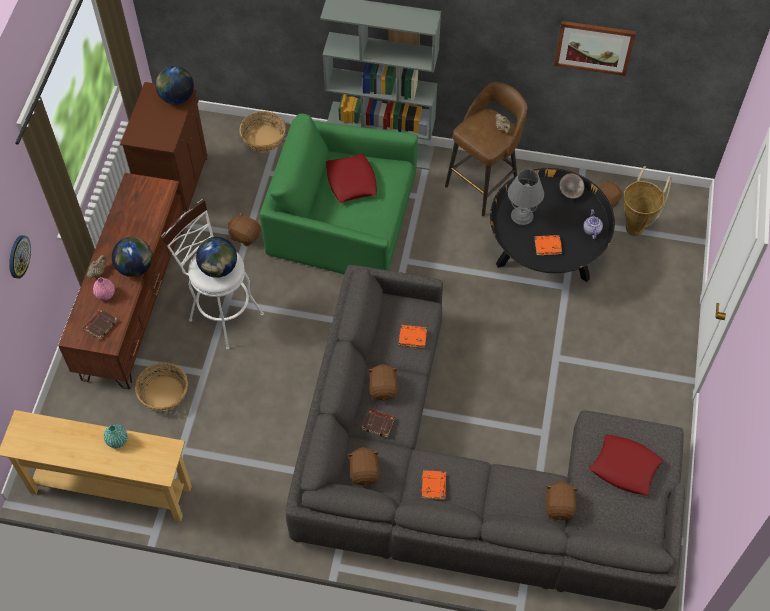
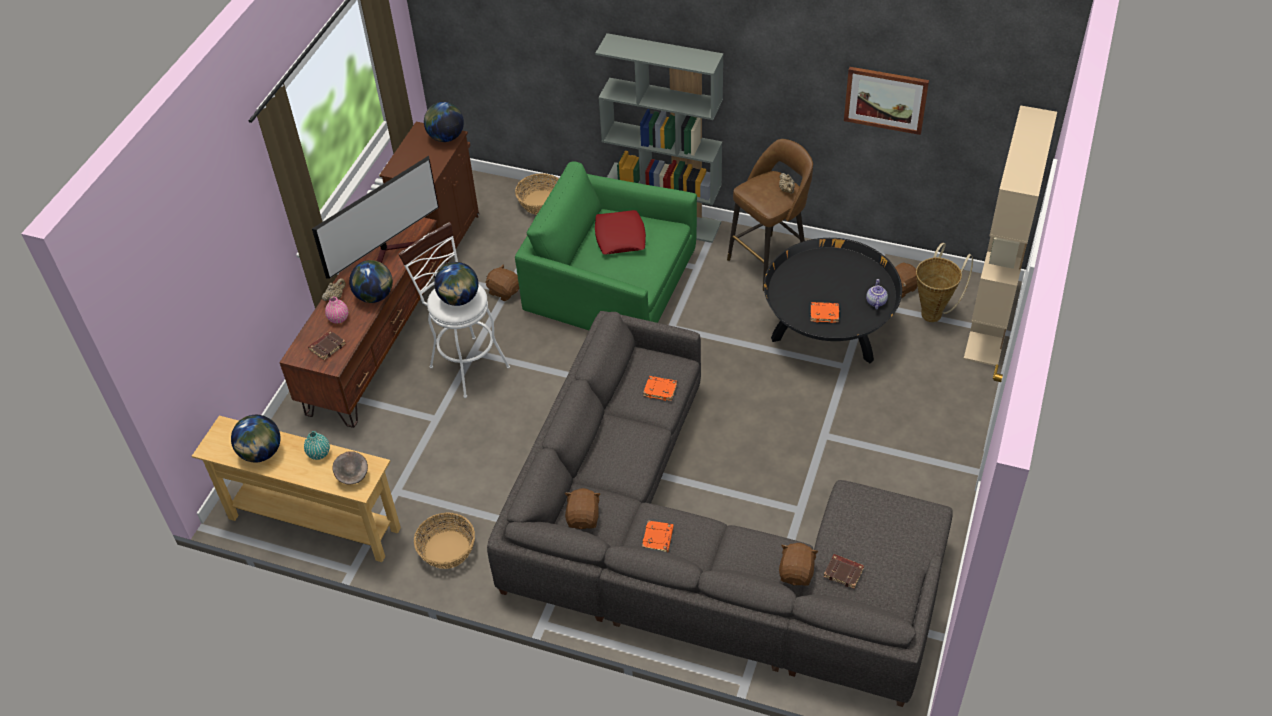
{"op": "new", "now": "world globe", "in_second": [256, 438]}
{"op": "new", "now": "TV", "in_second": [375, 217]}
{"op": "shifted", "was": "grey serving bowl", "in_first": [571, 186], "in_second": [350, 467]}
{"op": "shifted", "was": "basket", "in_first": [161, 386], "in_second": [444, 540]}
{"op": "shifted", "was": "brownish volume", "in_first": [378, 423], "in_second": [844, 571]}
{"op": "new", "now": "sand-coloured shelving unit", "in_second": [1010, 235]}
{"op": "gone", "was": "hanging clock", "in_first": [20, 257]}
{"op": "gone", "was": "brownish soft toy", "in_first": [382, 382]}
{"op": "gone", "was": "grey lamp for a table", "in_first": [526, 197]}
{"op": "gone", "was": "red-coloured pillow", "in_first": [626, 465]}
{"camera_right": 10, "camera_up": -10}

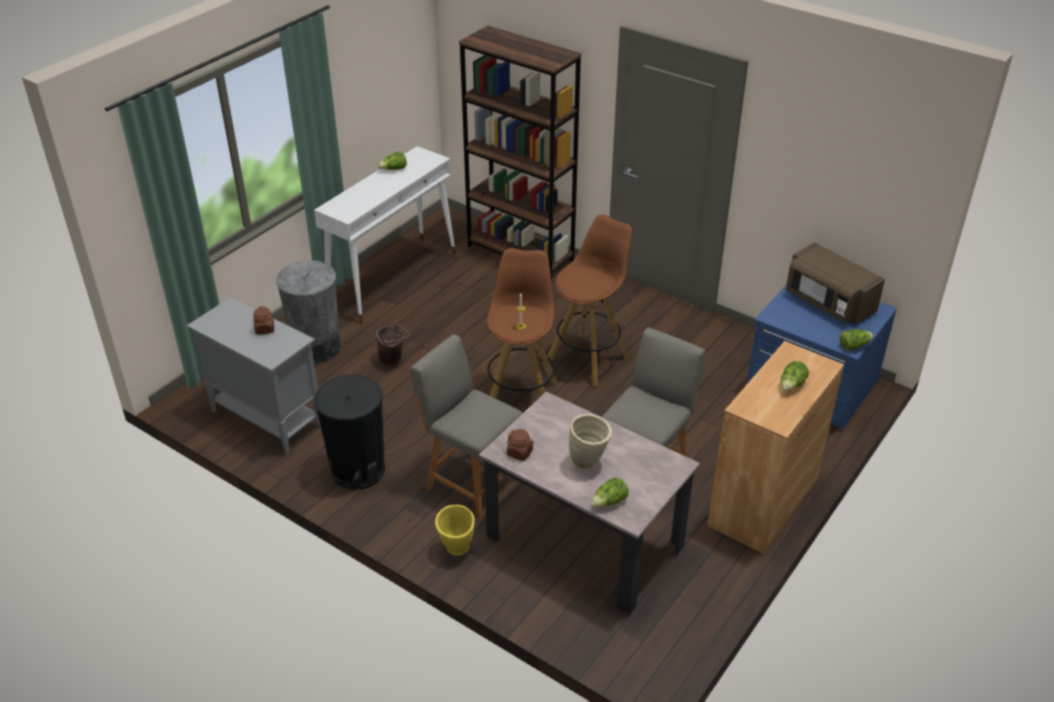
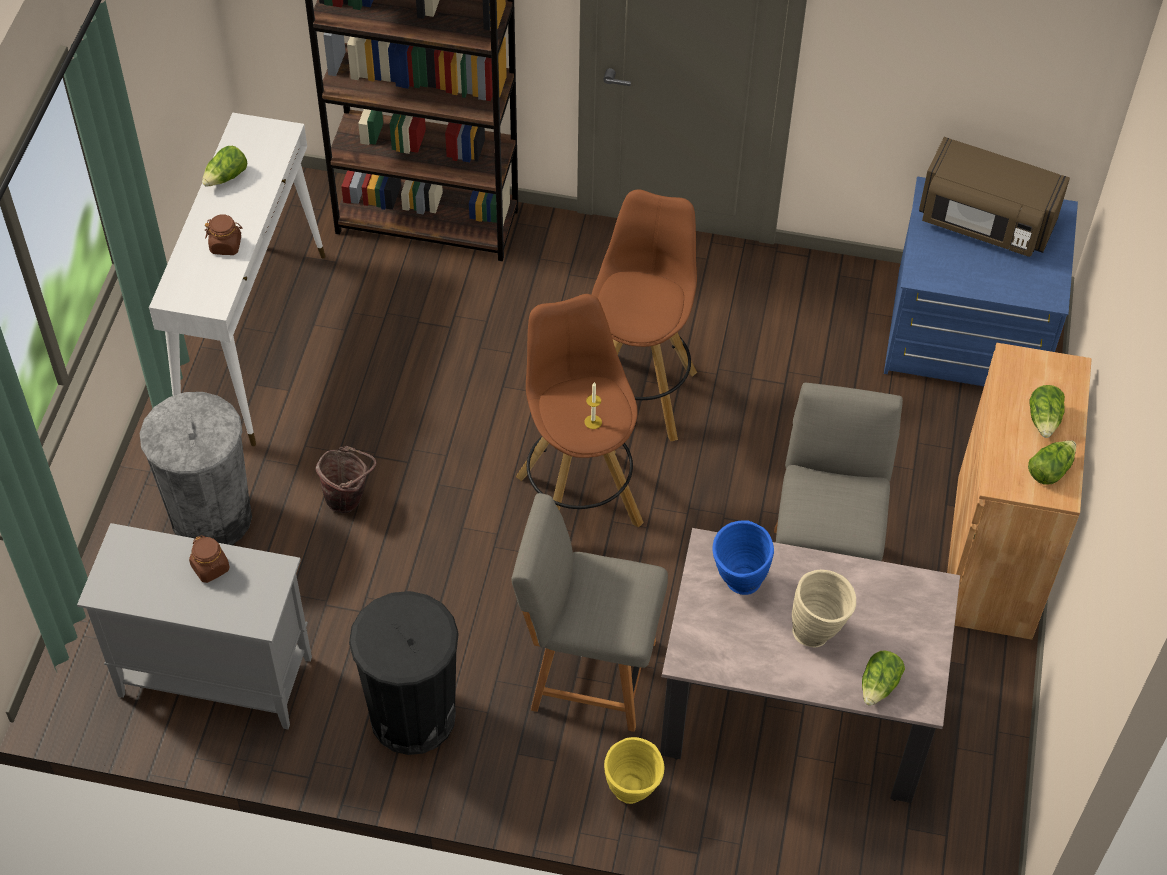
{"op": "shifted", "was": "brownish storage jar", "in_first": [520, 445], "in_second": [223, 234]}
{"op": "new", "now": "bluish decorative vase", "in_second": [743, 557]}
{"op": "shifted", "was": "lettuce head", "in_first": [857, 340], "in_second": [1052, 462]}
{"camera_right": -25, "camera_up": 15}

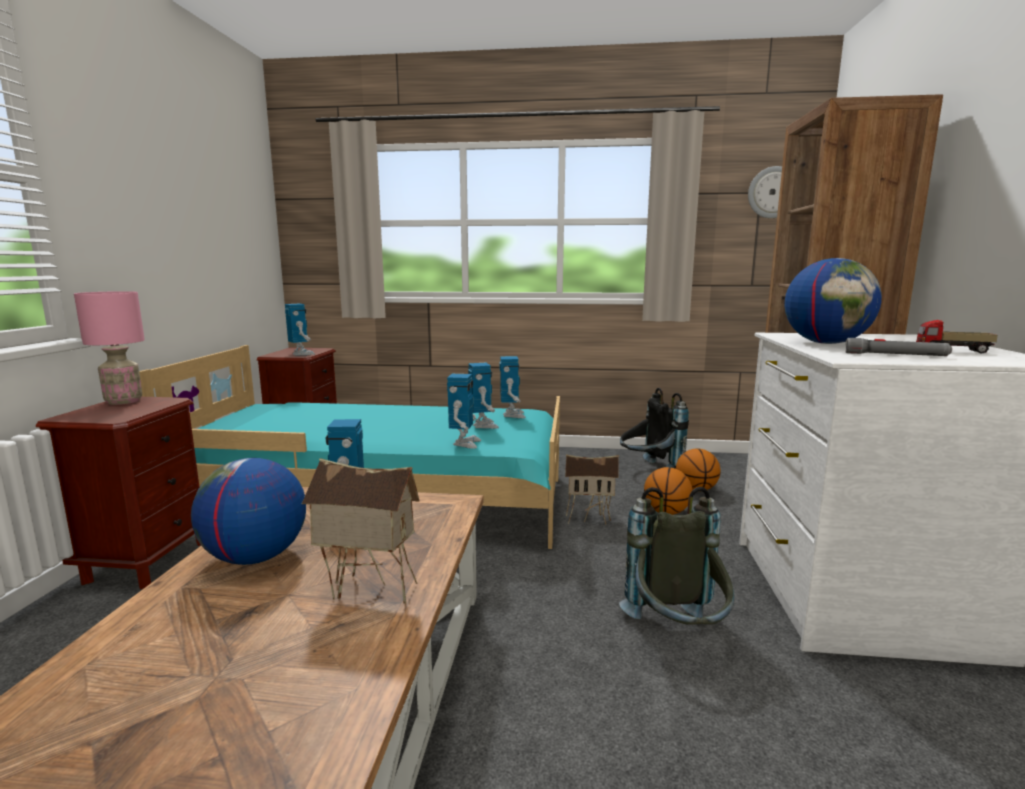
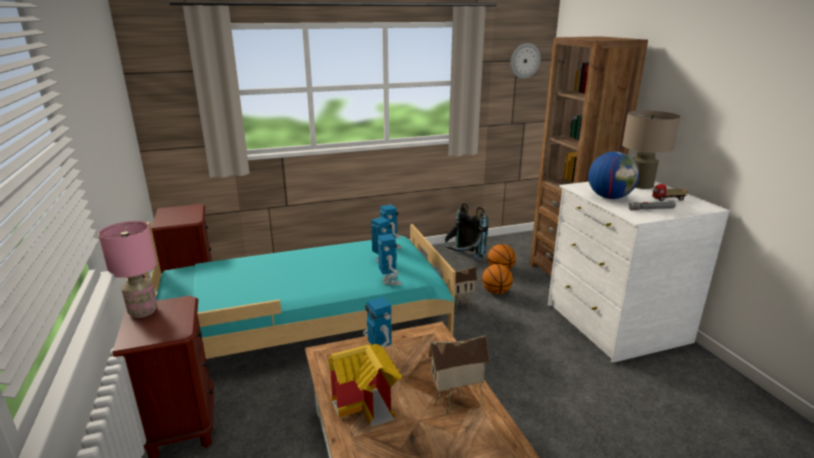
{"op": "swapped", "was": "world globe", "now": "model house", "in_first": [248, 511], "in_second": [365, 385]}
{"op": "new", "now": "sand-coloured lamp for a table", "in_second": [651, 149]}
{"op": "gone", "was": "robot figure", "in_first": [300, 330]}
{"op": "gone", "was": "grey rucksack", "in_first": [676, 556]}
{"camera_right": -25, "camera_up": 10}

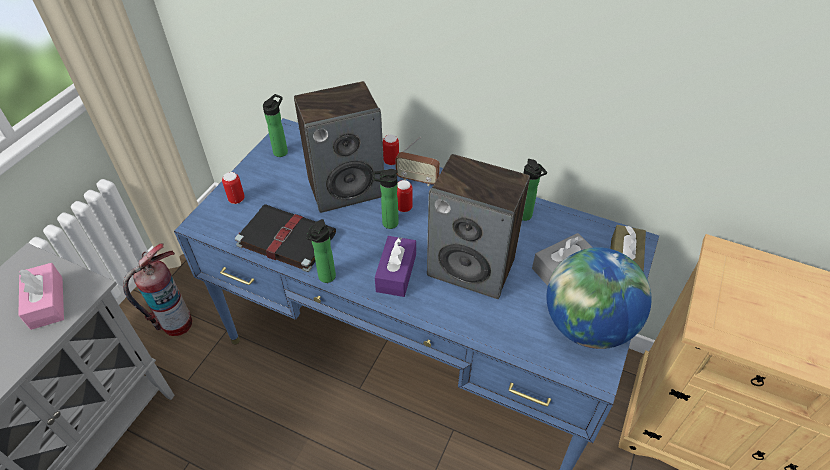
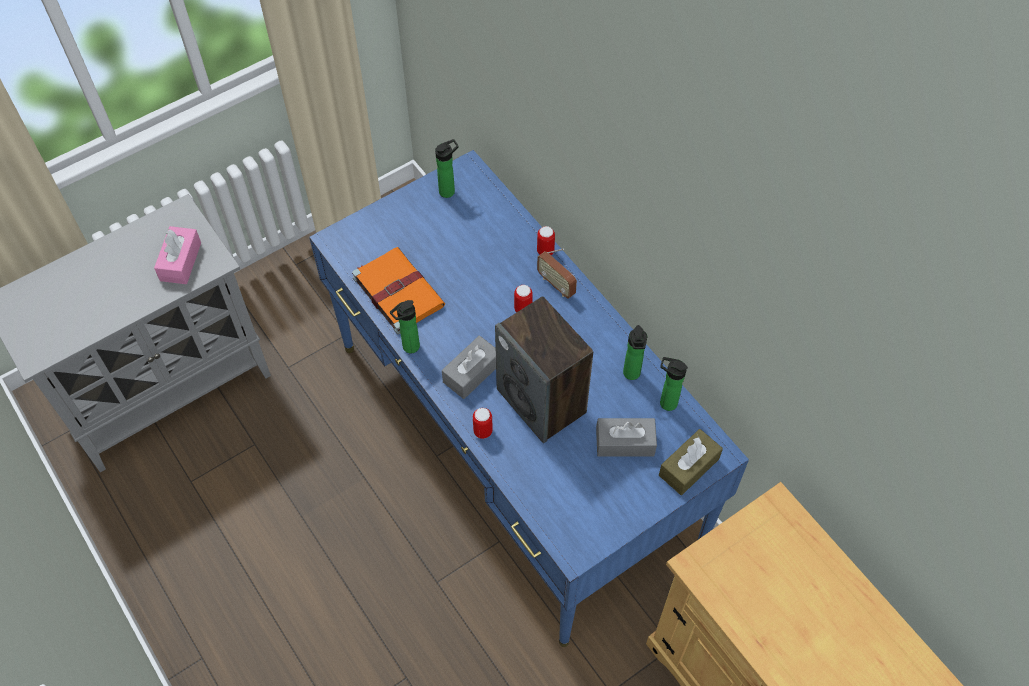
{"op": "repainted", "was": "black volume", "now": "orange volume", "in_first": [285, 238], "in_second": [398, 290]}
{"op": "repainted", "was": "purplish tissue box", "now": "grey tissue box", "in_first": [395, 266], "in_second": [469, 367]}
{"op": "shifted", "was": "can", "in_first": [233, 188], "in_second": [483, 423]}
{"op": "shifted", "was": "drink bottle", "in_first": [385, 199], "in_second": [674, 384]}
{"op": "gone", "was": "fire-fighting cylinder", "in_first": [157, 289]}
{"op": "gone", "was": "speaker", "in_first": [339, 147]}
{"op": "gone", "was": "world globe", "in_first": [599, 298]}
{"camera_right": 30, "camera_up": 10}

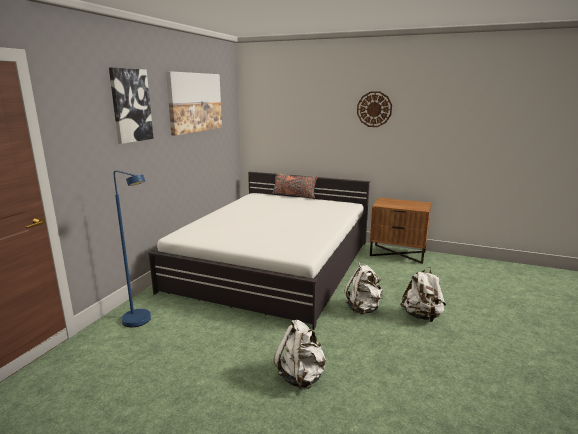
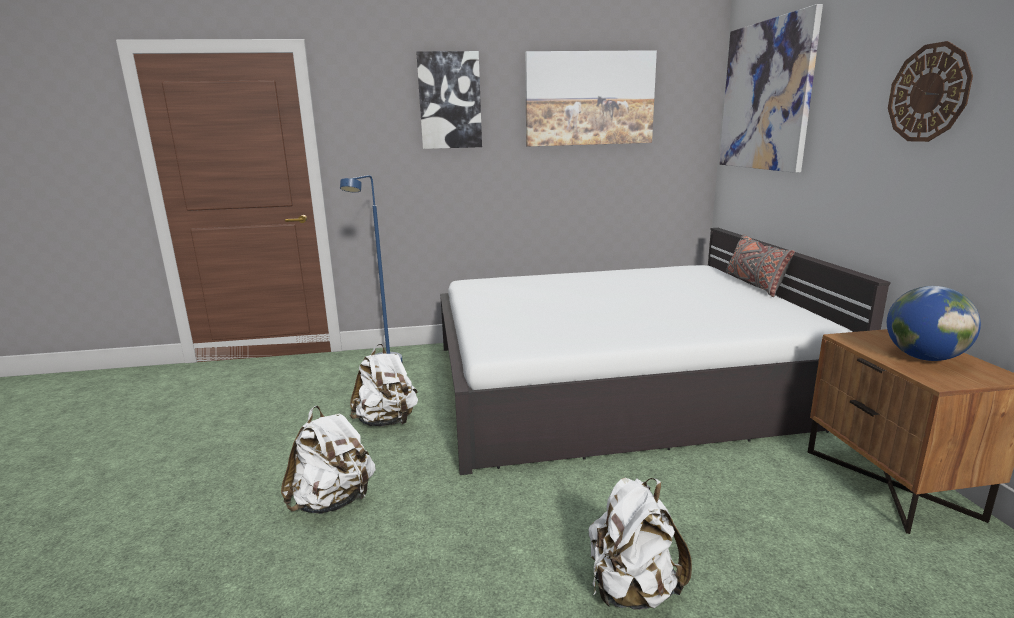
{"op": "shifted", "was": "whitish rucksack", "in_first": [364, 288], "in_second": [384, 385]}
{"op": "new", "now": "wall picture", "in_second": [771, 88]}
{"op": "new", "now": "world globe", "in_second": [934, 323]}
{"camera_right": 60, "camera_up": 0}

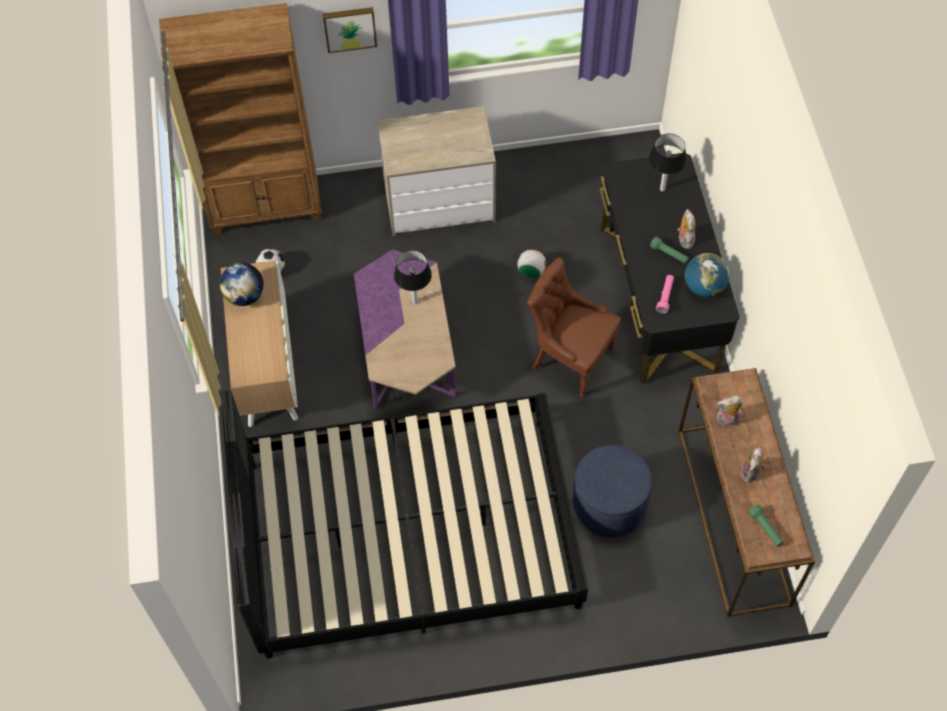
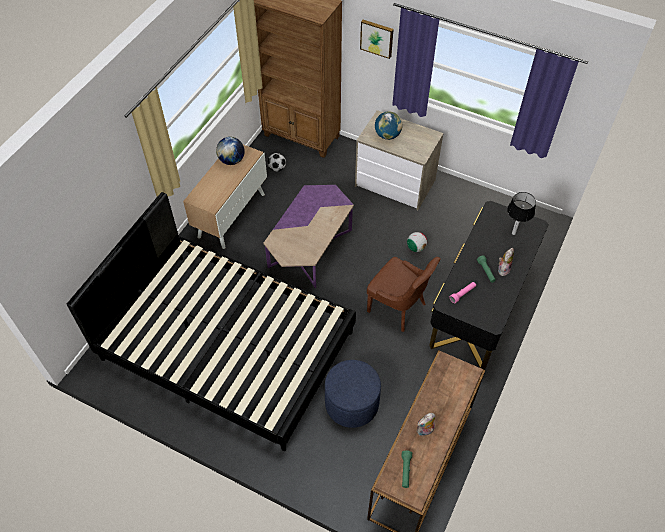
{"op": "rotated", "was": "brownish chair", "in_first": [574, 327], "in_second": [404, 294], "clockwise": 150}
{"op": "shifted", "was": "world globe", "in_first": [707, 275], "in_second": [389, 125]}
{"op": "gone", "was": "lamp for a table", "in_first": [413, 277]}
{"op": "gone", "was": "soft toy", "in_first": [730, 411]}
{"camera_right": 35, "camera_up": -5}

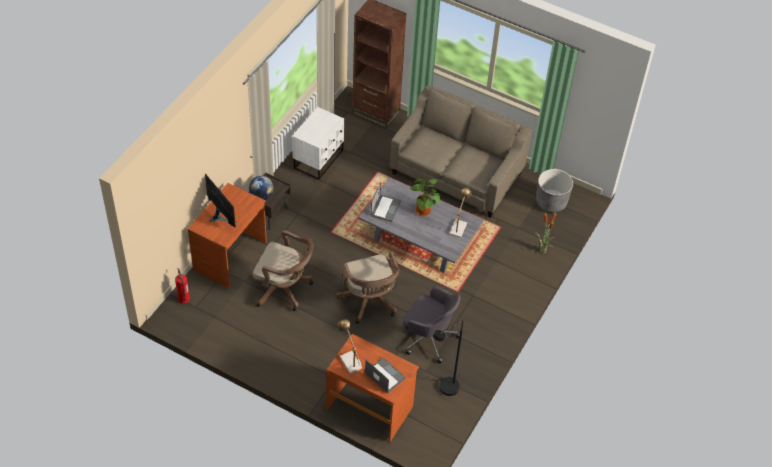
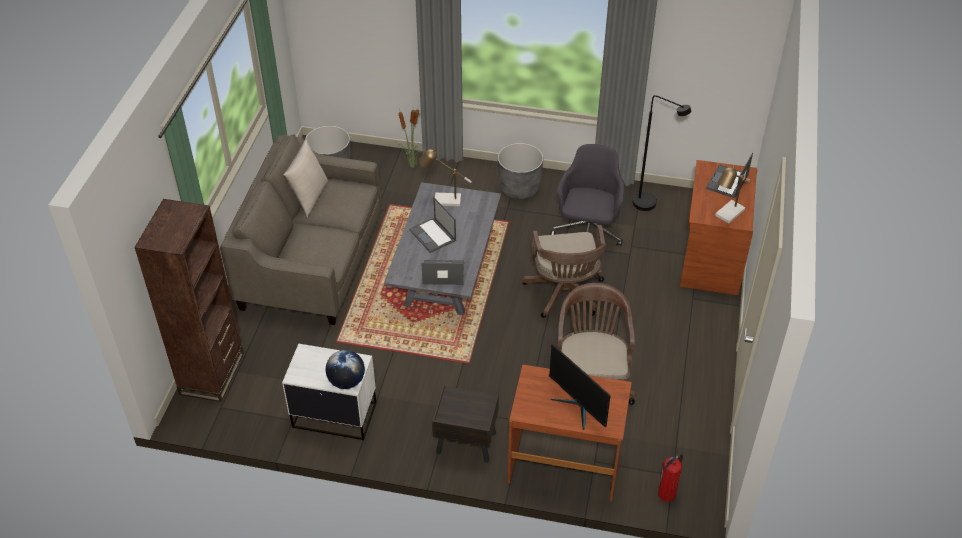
{"op": "new", "now": "sand-coloured pillow", "in_second": [305, 178]}
{"op": "shifted", "was": "world globe", "in_first": [261, 188], "in_second": [345, 369]}
{"op": "swapped", "was": "plant in a pot", "now": "notebook computer", "in_first": [425, 197], "in_second": [432, 225]}
{"op": "new", "now": "grey flower pot", "in_second": [520, 171]}
{"op": "rotated", "was": "brownish desk chair", "in_first": [367, 287], "in_second": [564, 271], "clockwise": 120}
{"op": "rotated", "was": "monitor", "in_first": [221, 200], "in_second": [580, 387], "clockwise": -75}
{"camera_right": -105, "camera_up": -5}

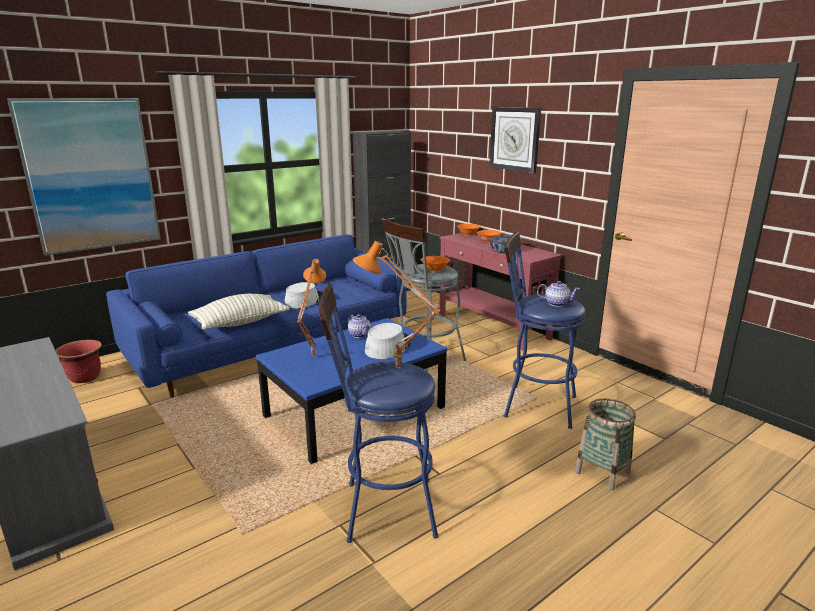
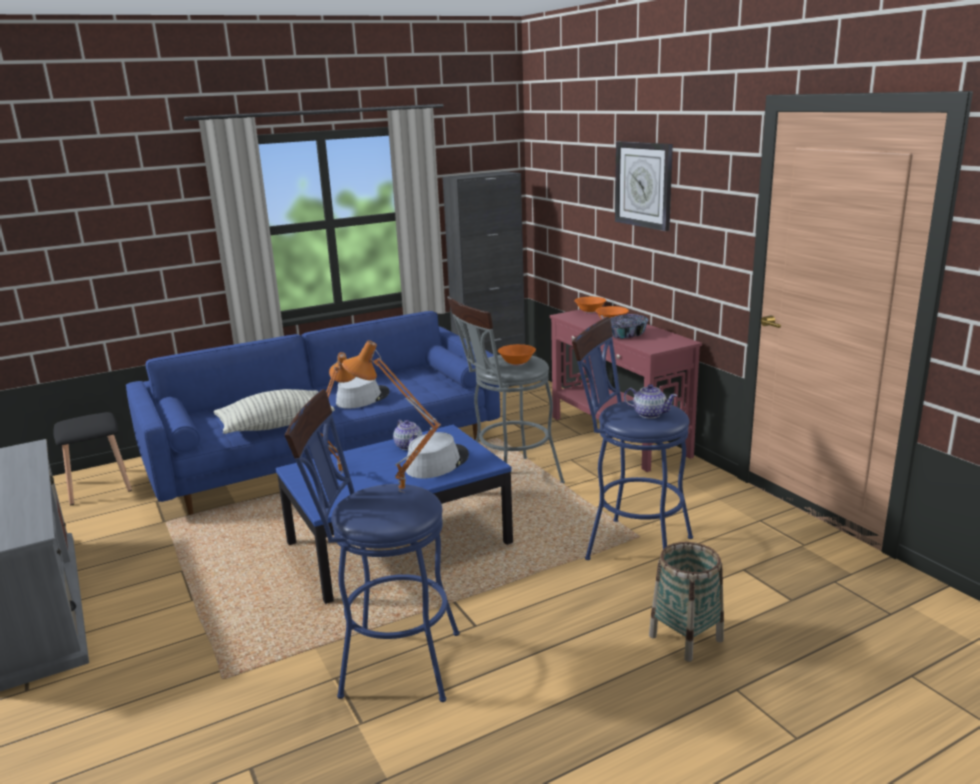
{"op": "swapped", "was": "red-coloured flower pot", "now": "black stool seat", "in_first": [78, 361], "in_second": [92, 458]}
{"op": "gone", "was": "wall picture", "in_first": [84, 177]}
{"camera_right": 10, "camera_up": 0}

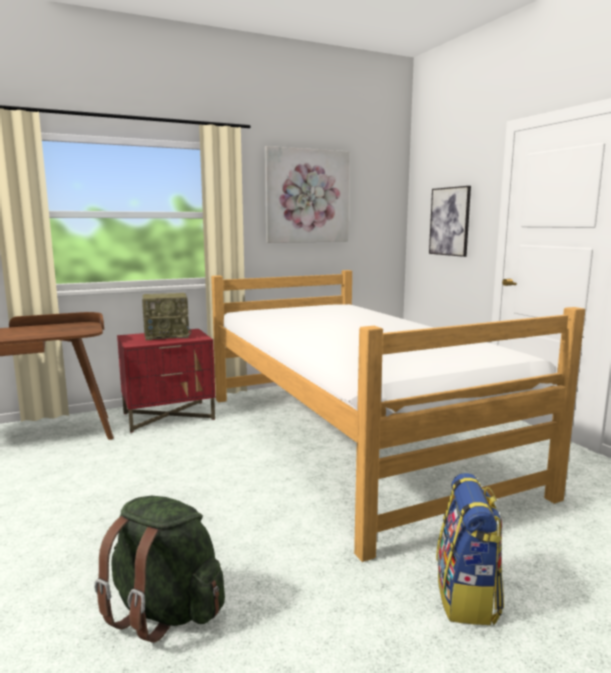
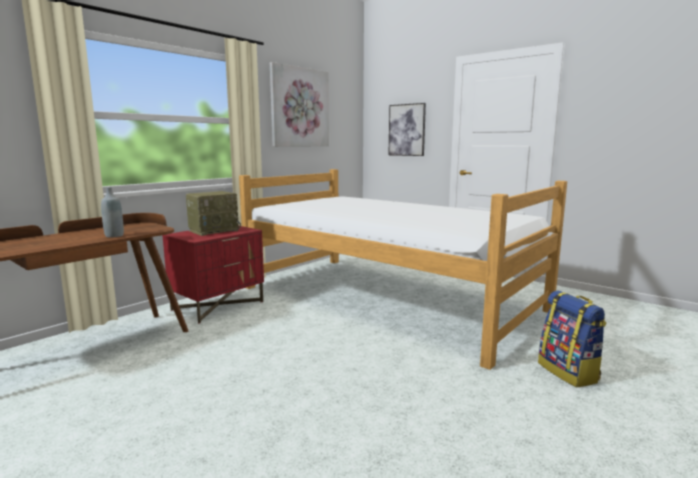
{"op": "new", "now": "grey drink bottle", "in_second": [112, 212]}
{"op": "gone", "was": "green rucksack", "in_first": [159, 569]}
{"camera_right": -25, "camera_up": 0}

